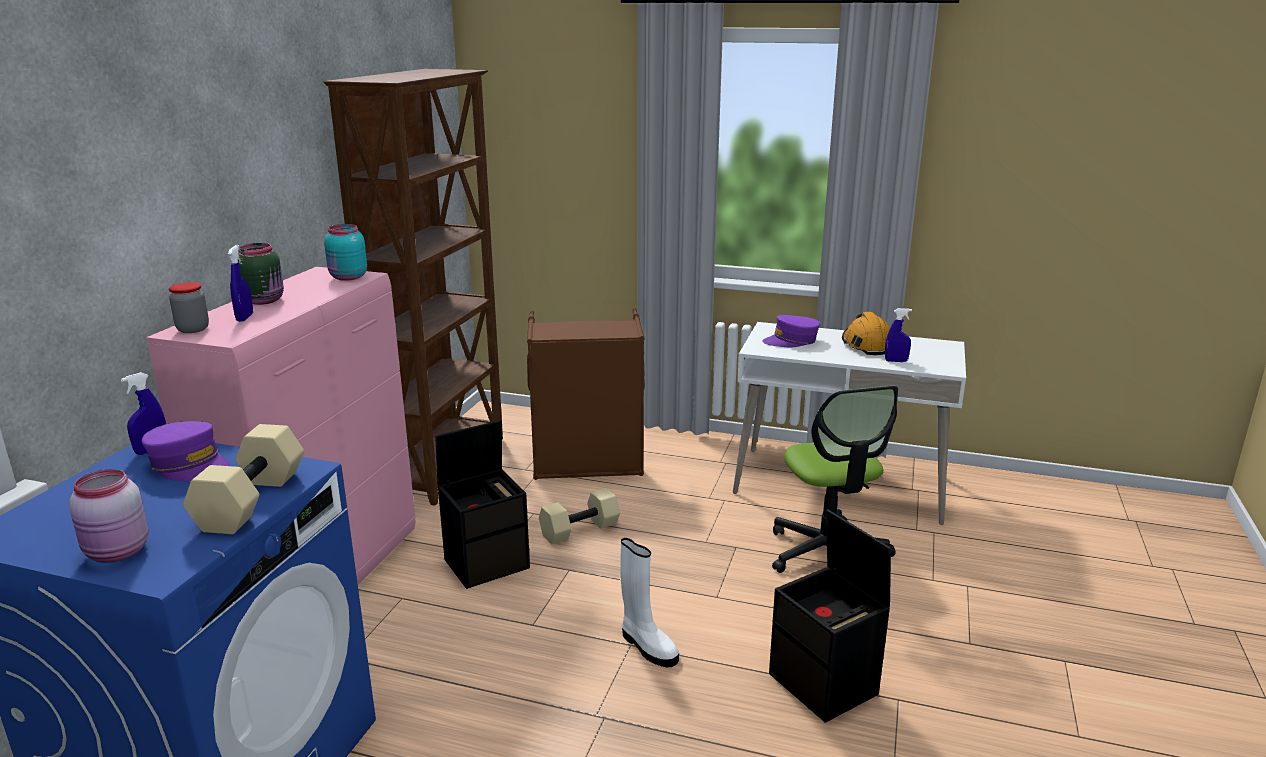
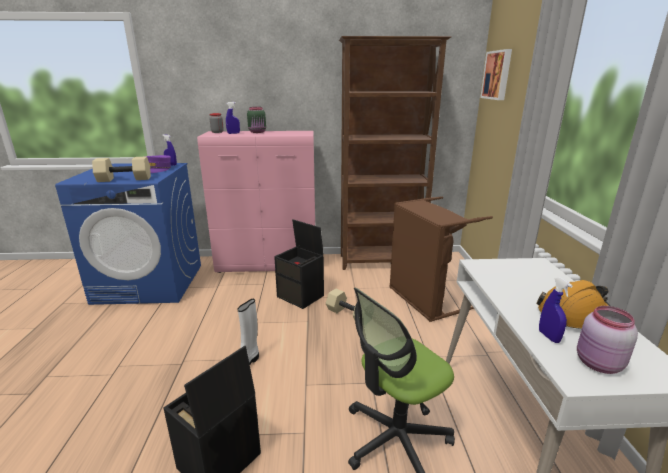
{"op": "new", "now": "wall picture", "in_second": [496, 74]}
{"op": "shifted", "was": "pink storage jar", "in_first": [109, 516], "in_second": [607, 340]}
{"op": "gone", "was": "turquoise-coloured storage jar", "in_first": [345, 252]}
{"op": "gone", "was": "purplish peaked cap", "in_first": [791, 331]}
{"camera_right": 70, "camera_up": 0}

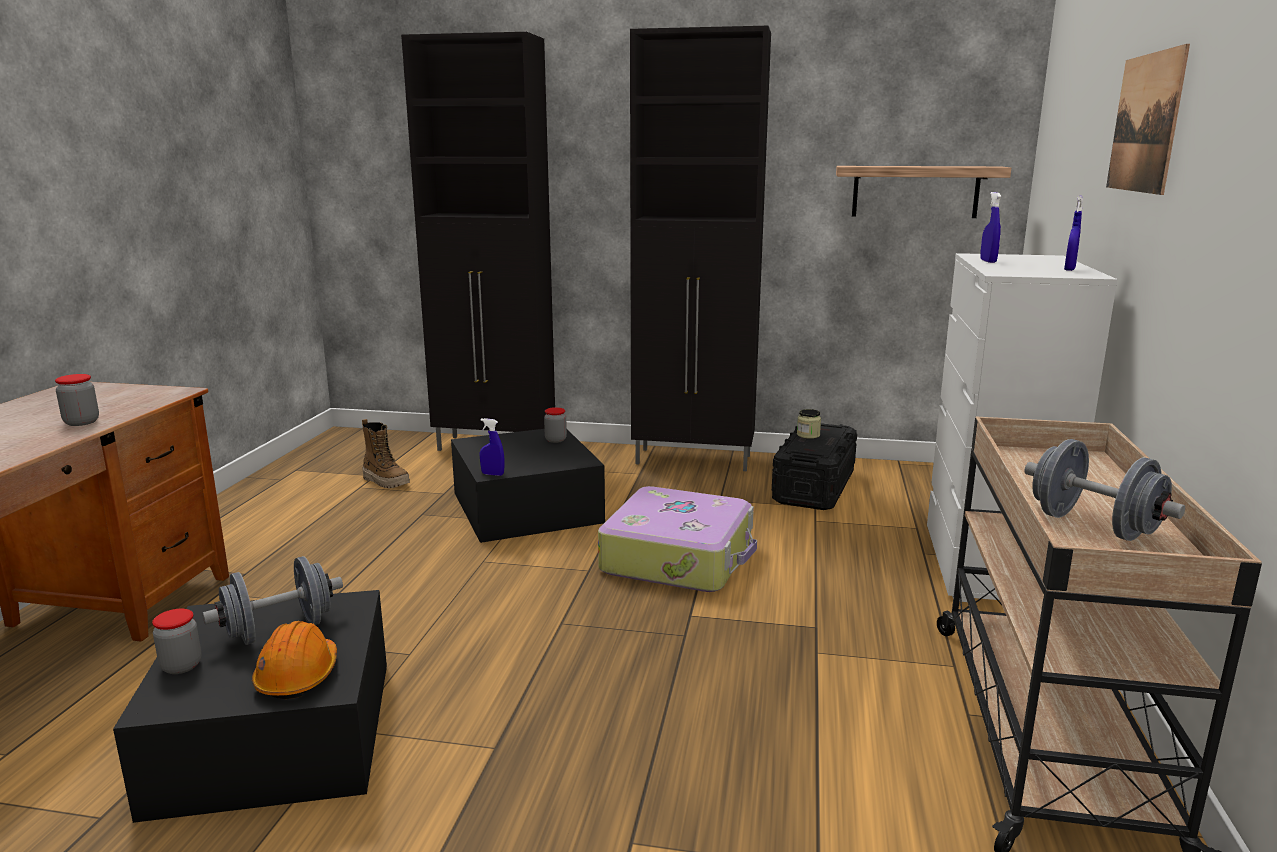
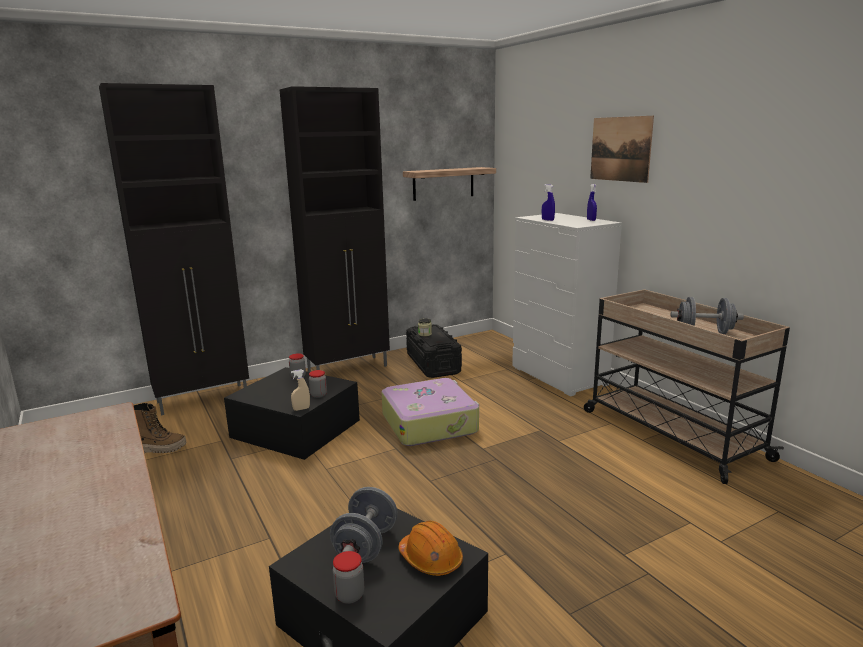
{"op": "repainted", "was": "bluish hand sprayer", "now": "sand-coloured hand sprayer", "in_first": [492, 447], "in_second": [300, 390]}
{"op": "shifted", "was": "storage jar", "in_first": [77, 400], "in_second": [318, 384]}
{"camera_right": -40, "camera_up": 0}

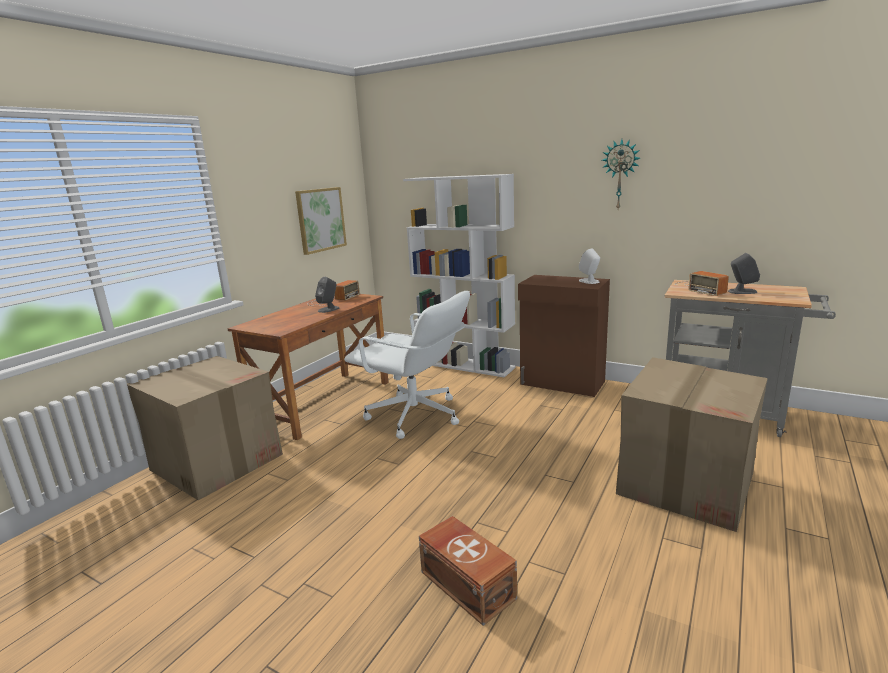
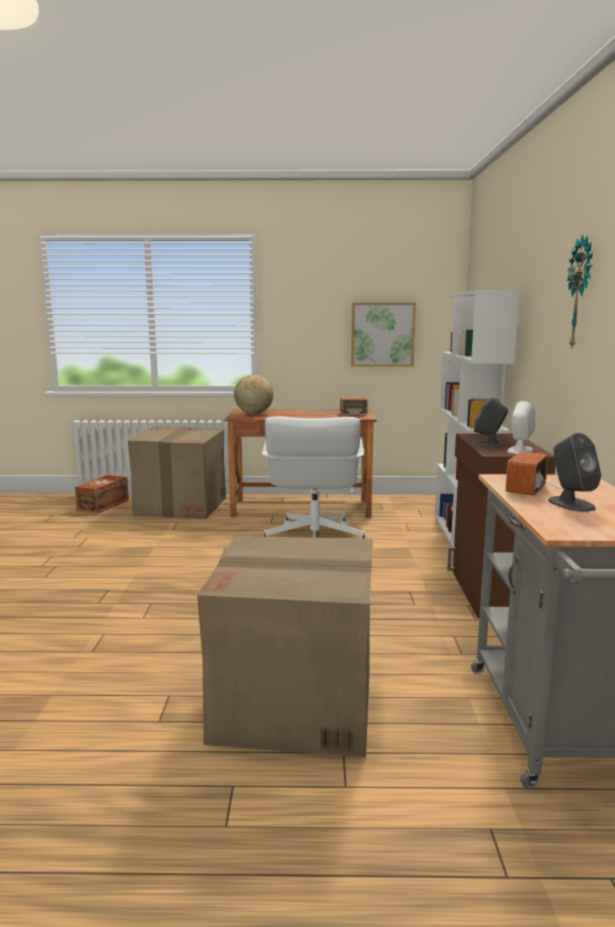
{"op": "shifted", "was": "brownish storage container", "in_first": [468, 571], "in_second": [102, 494]}
{"op": "new", "now": "world globe", "in_second": [253, 394]}
{"op": "shifted", "was": "grey speaker", "in_first": [327, 295], "in_second": [490, 422]}
{"camera_right": 60, "camera_up": -5}

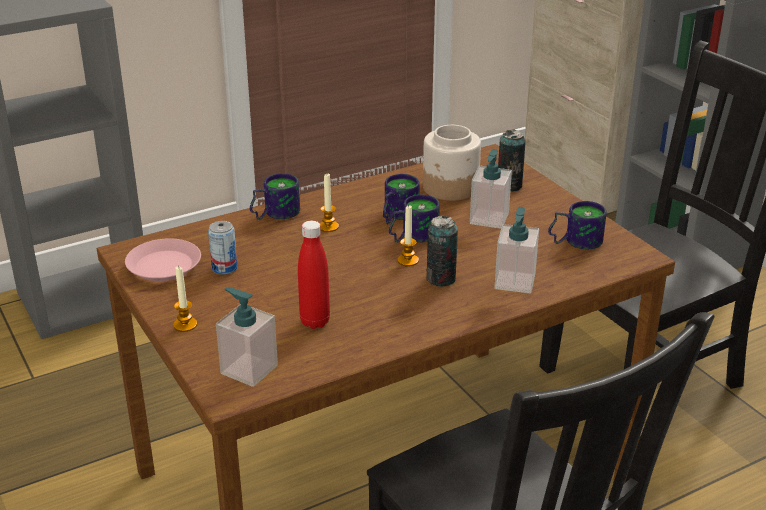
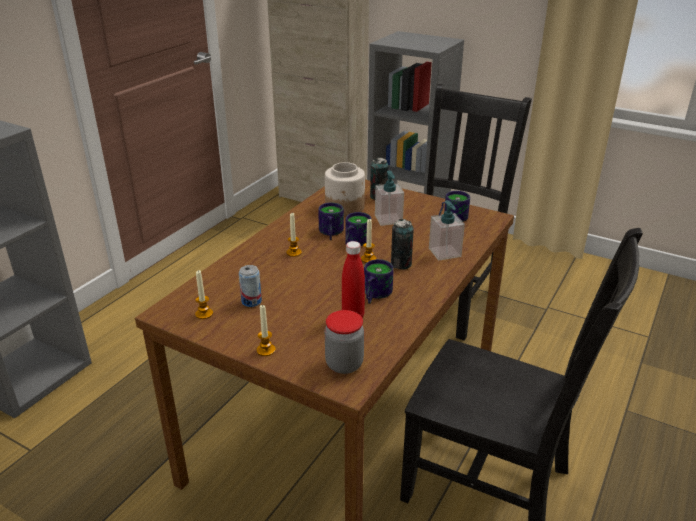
{"op": "swapped", "was": "pink dinner plate", "now": "wax light", "in_first": [163, 259], "in_second": [204, 294]}
{"op": "swapped", "was": "liquid soap bottle", "now": "storage jar", "in_first": [247, 337], "in_second": [344, 342]}
{"op": "shifted", "was": "mug", "in_first": [275, 196], "in_second": [379, 281]}
{"camera_right": -30, "camera_up": 0}

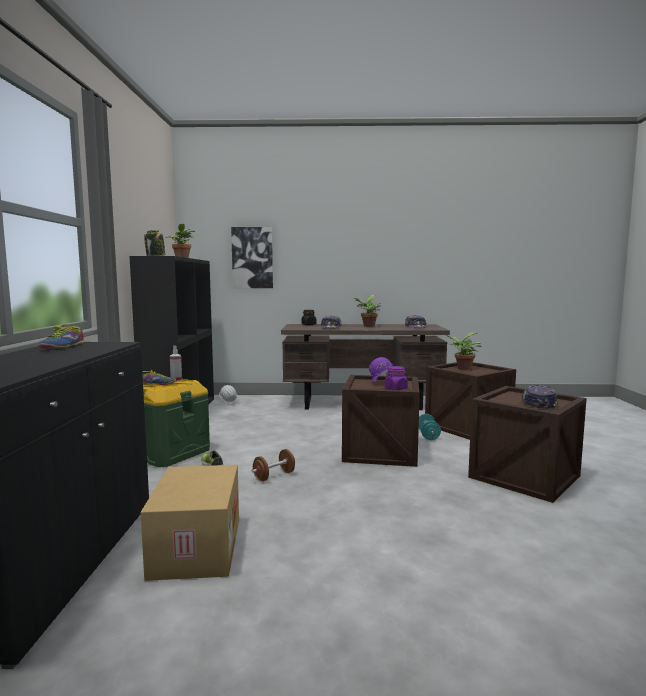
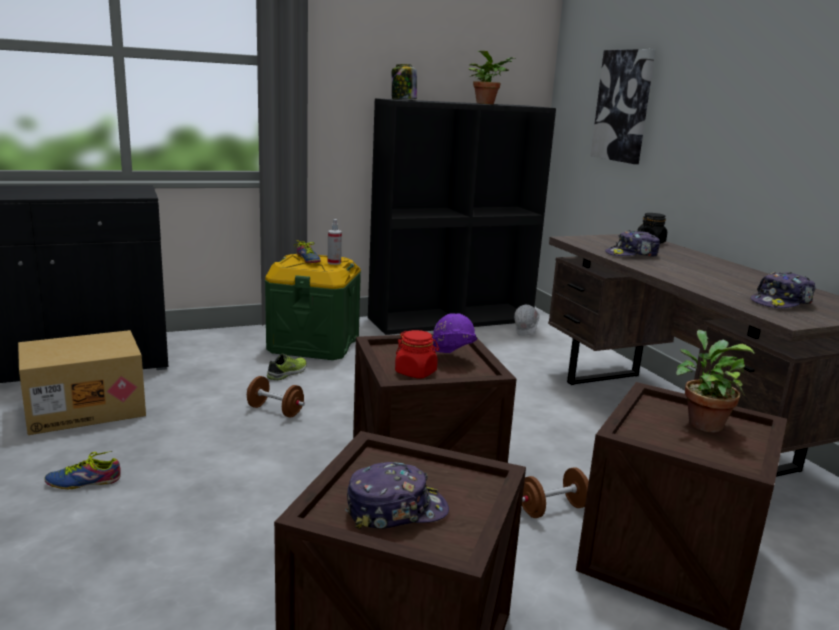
{"op": "shifted", "was": "item of footwear", "in_first": [61, 336], "in_second": [82, 470]}
{"op": "repainted", "was": "purplish storage jar", "now": "red-coloured storage jar", "in_first": [396, 378], "in_second": [417, 354]}
{"op": "repainted", "was": "turquoise-coloured free weight", "now": "brownish free weight", "in_first": [430, 427], "in_second": [555, 492]}
{"op": "gone", "was": "plant in a pot", "in_first": [367, 311]}
{"camera_right": 65, "camera_up": 10}

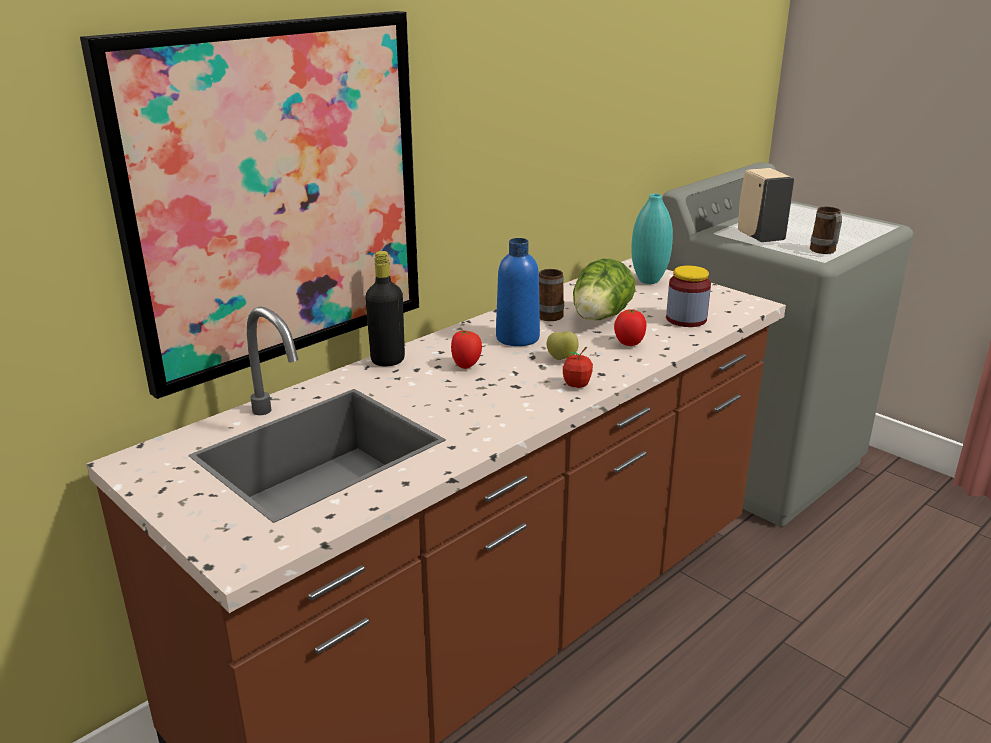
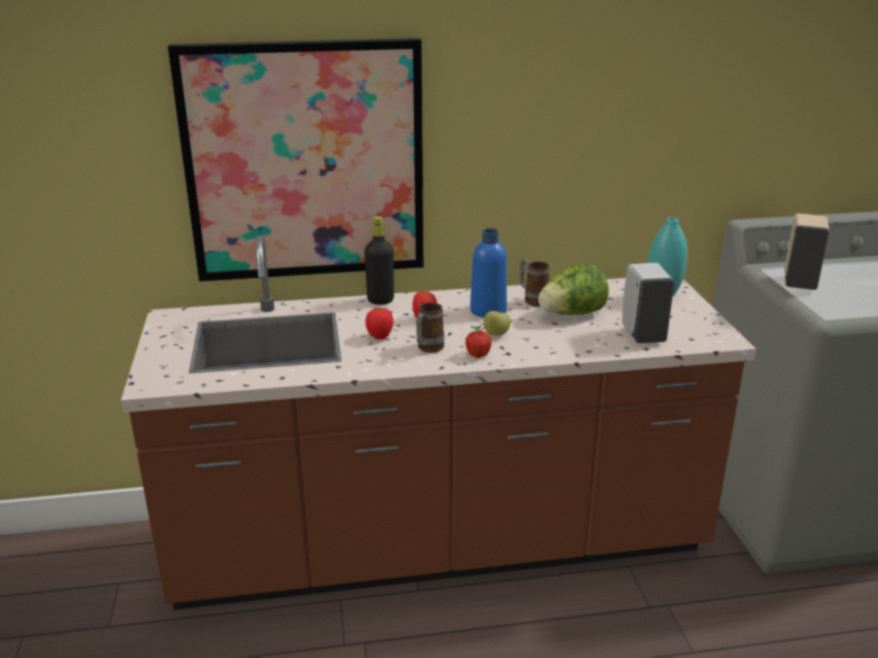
{"op": "shifted", "was": "fresh tomato", "in_first": [630, 327], "in_second": [379, 323]}
{"op": "shifted", "was": "mug", "in_first": [826, 230], "in_second": [430, 328]}
{"op": "swapped", "was": "storage jar", "now": "whitish liquid soap bottle", "in_first": [688, 296], "in_second": [648, 303]}
{"camera_right": 35, "camera_up": 0}

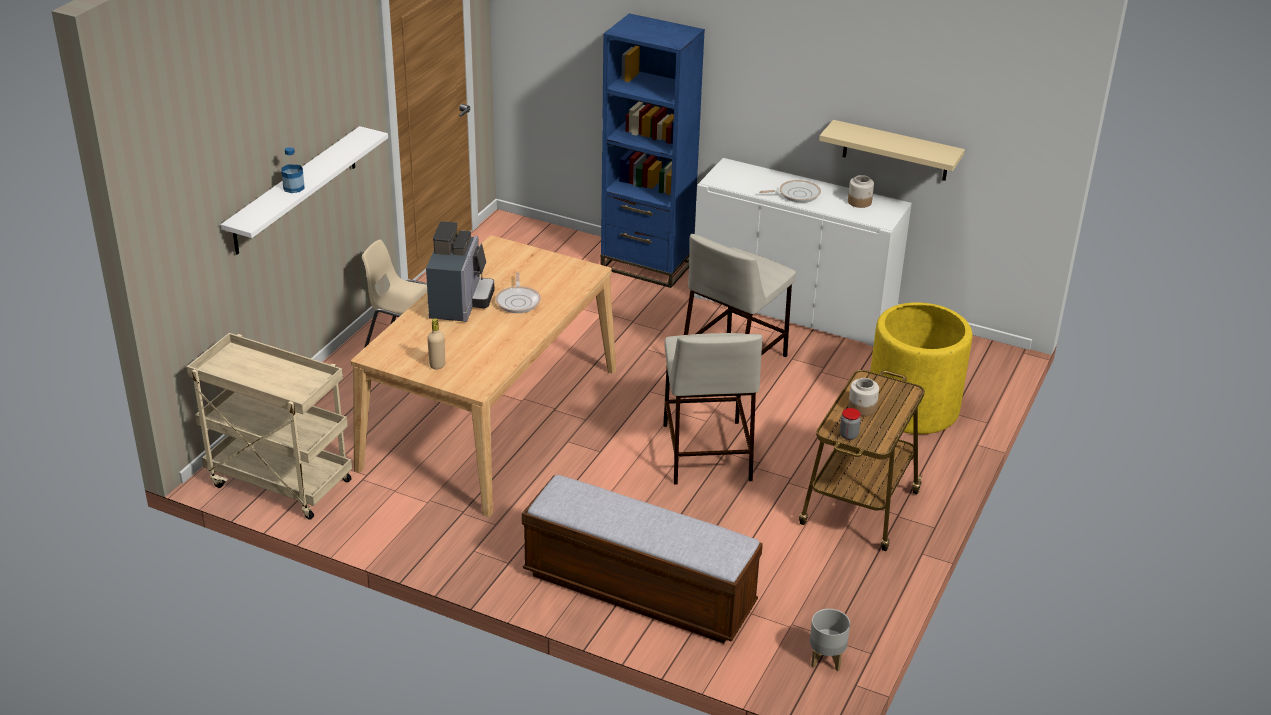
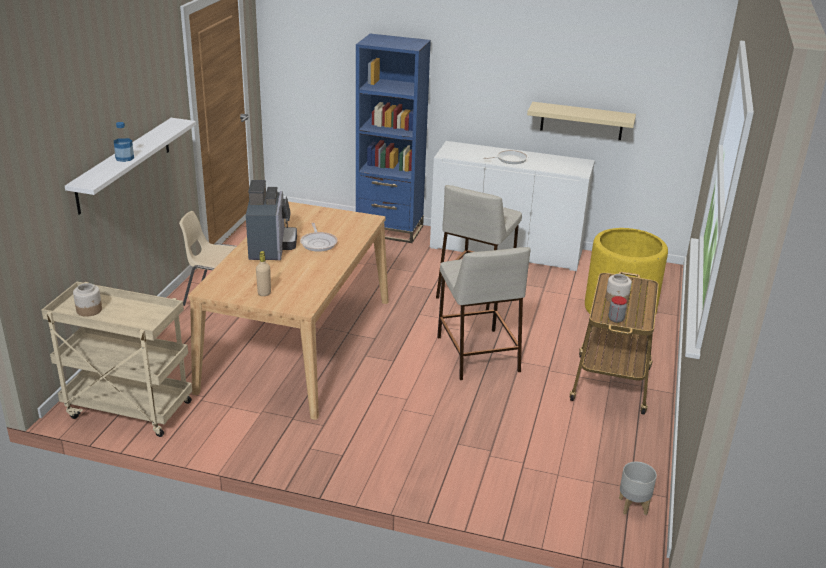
{"op": "shifted", "was": "storage jar", "in_first": [861, 191], "in_second": [87, 300]}
{"op": "gone", "was": "bench", "in_first": [642, 559]}
{"camera_right": -10, "camera_up": -5}

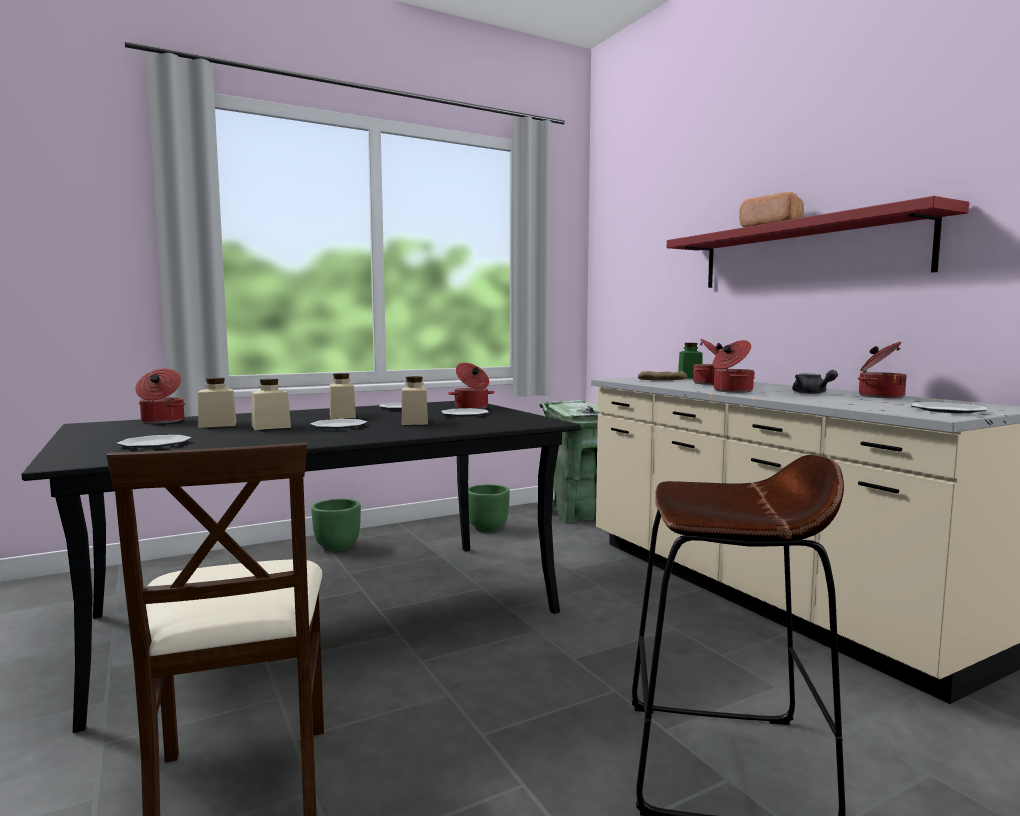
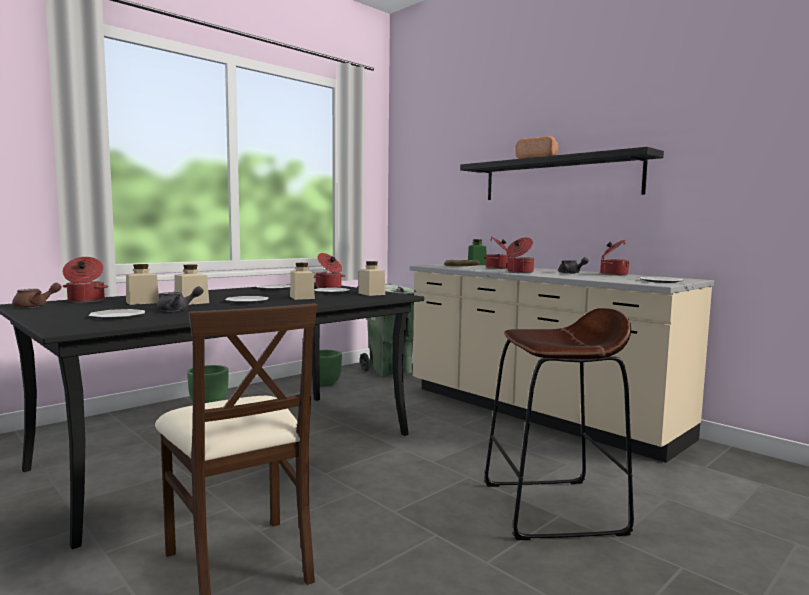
{"op": "new", "now": "brownish pot for tea", "in_second": [37, 295]}
{"op": "new", "now": "grey pot for tea", "in_second": [180, 299]}
{"op": "shifted", "was": "sand-coloured storage jar", "in_first": [343, 396], "in_second": [371, 278]}
{"op": "repainted", "was": "red-coloured bracket shelf", "now": "black bracket shelf", "in_first": [818, 242], "in_second": [562, 173]}
{"camera_right": -15, "camera_up": 0}

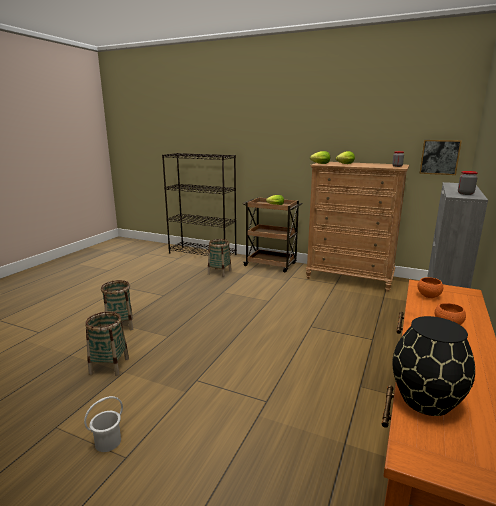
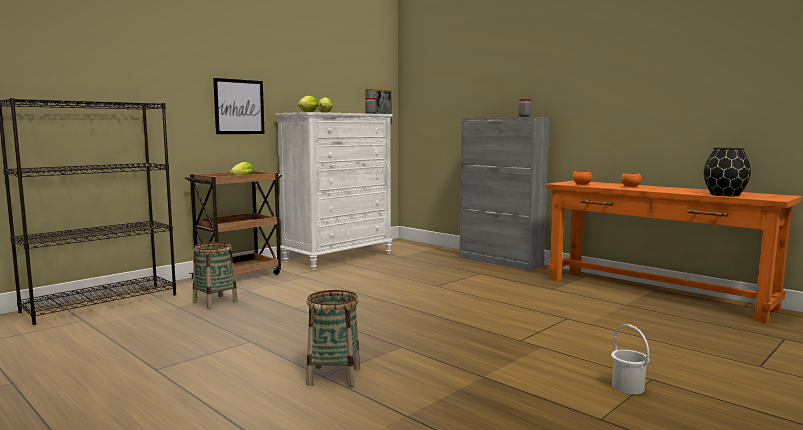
{"op": "new", "now": "wall picture", "in_second": [239, 106]}
{"op": "repainted", "was": "brownish drawer chest", "now": "whitish drawer chest", "in_first": [357, 227], "in_second": [334, 191]}
{"op": "gone", "was": "basket", "in_first": [107, 344]}
{"camera_right": -70, "camera_up": -10}

